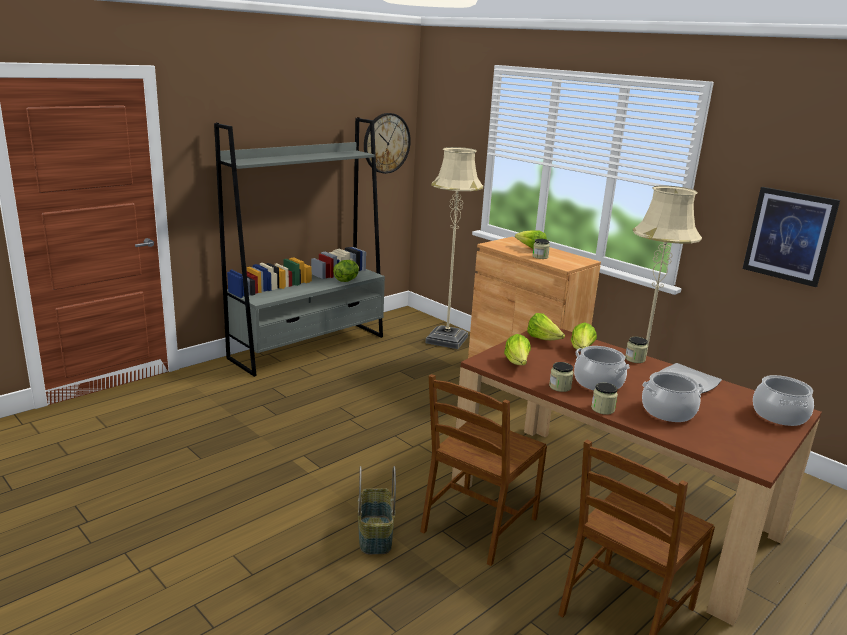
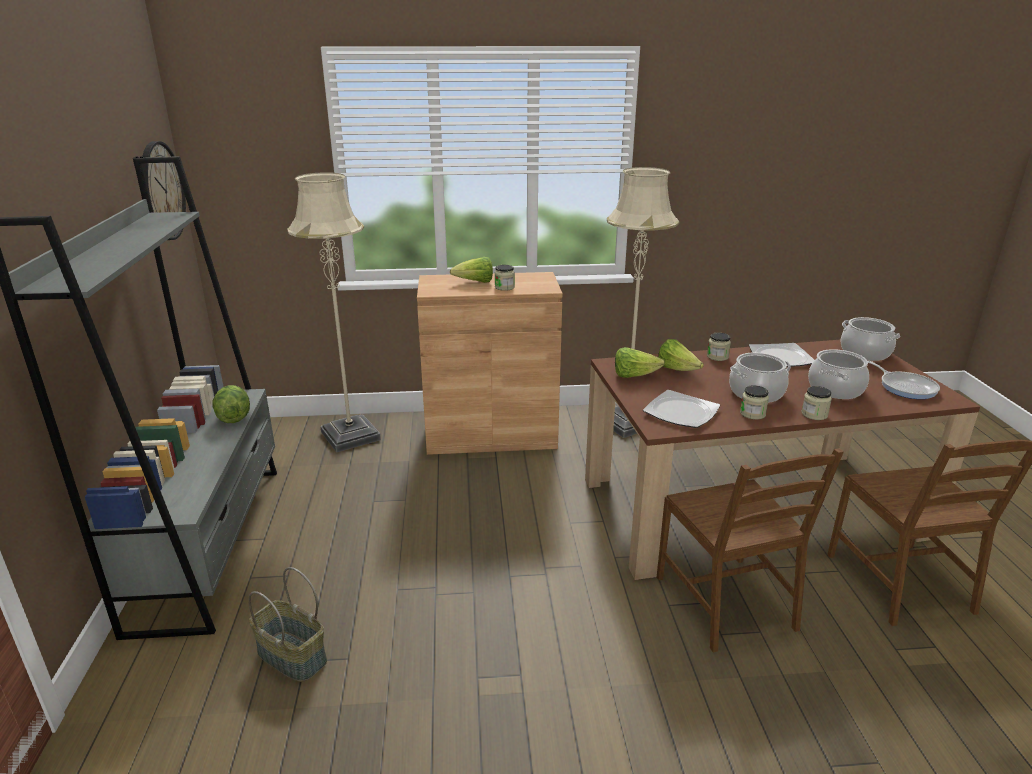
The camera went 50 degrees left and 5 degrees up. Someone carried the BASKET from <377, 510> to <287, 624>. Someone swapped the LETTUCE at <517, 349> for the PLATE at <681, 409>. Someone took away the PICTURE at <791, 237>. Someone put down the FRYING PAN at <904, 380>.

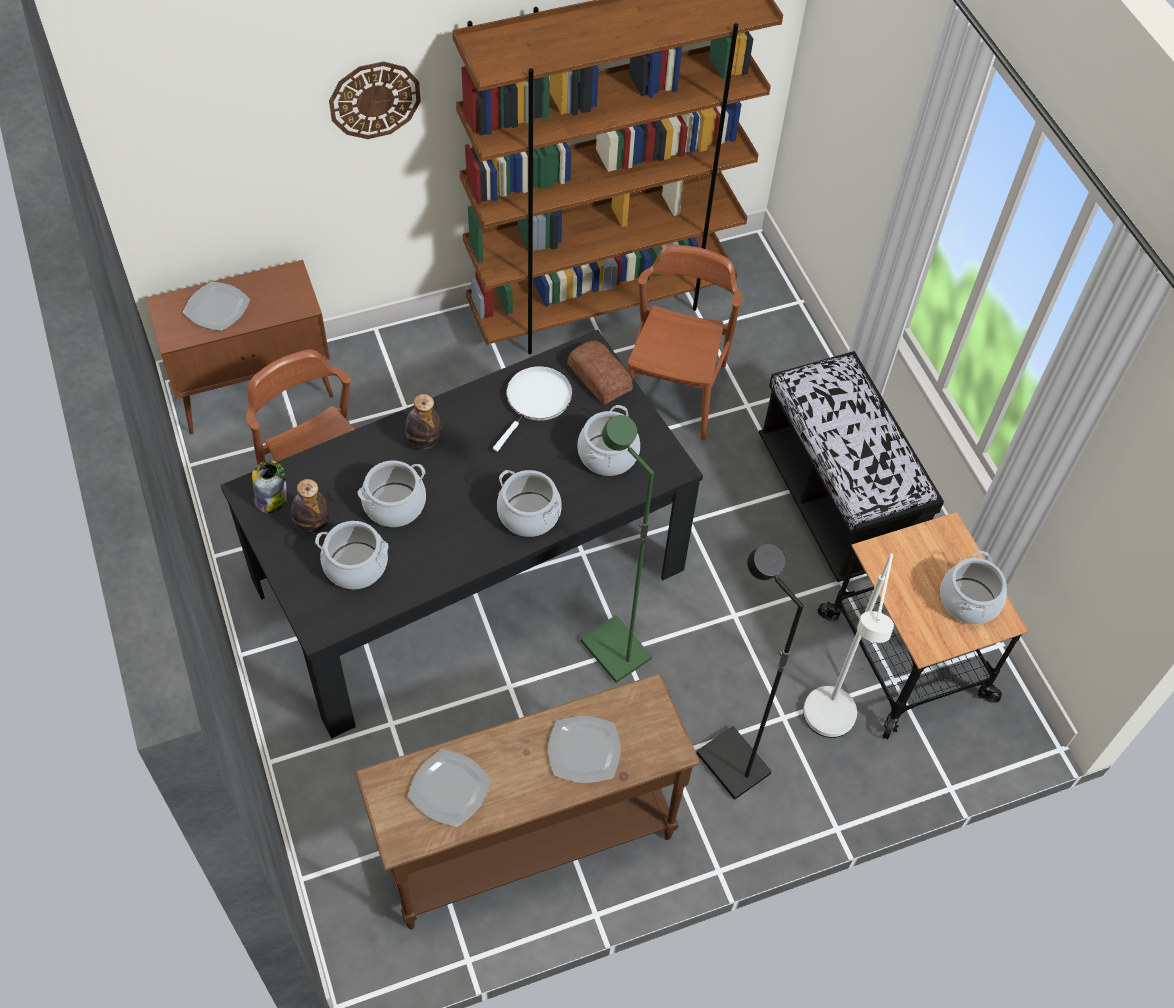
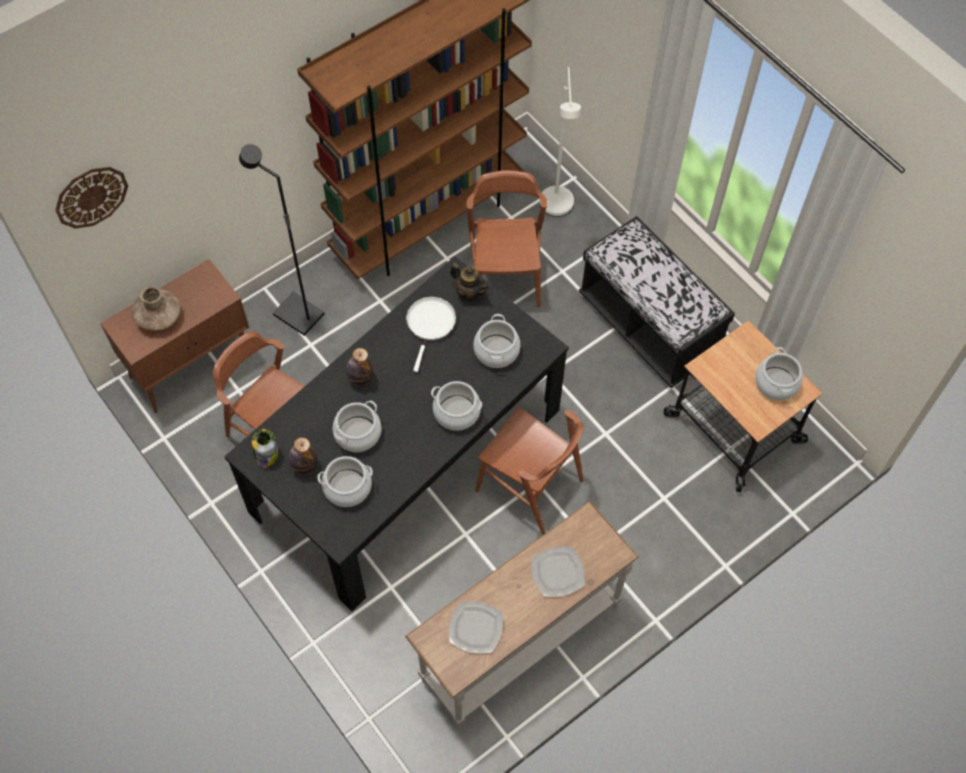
The camera went 15 degrees left and 5 degrees up. Someone swapped the PLATE at <216, 306> for the BROWN VASE at <156, 308>. Someone carried the WALL CLOCK from <375, 100> to <91, 198>. Someone repainted the BROWN CONSOLE TABLE at <528, 801>, which became the WHITE CONSOLE TABLE at <521, 615>. Someone swapped the BREAD at <600, 372> for the TEAPOT at <469, 282>. Someone swapped the GREEN FLOOR LAMP at <617, 549> for the BROWN CHAIR at <529, 471>. Someone carried the BLACK FLOOR LAMP from <750, 671> to <281, 240>. Someone carried the WHITE FLOOR LAMP from <848, 645> to <560, 142>.

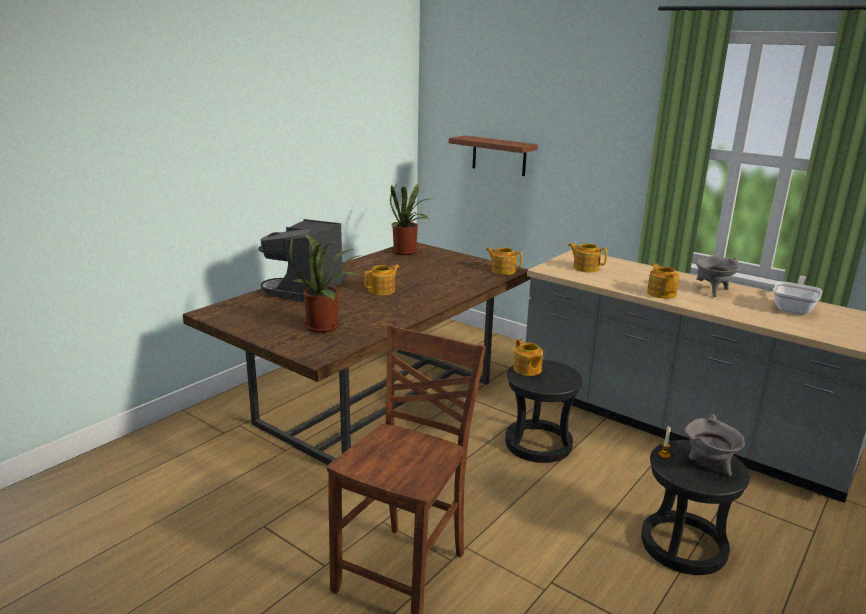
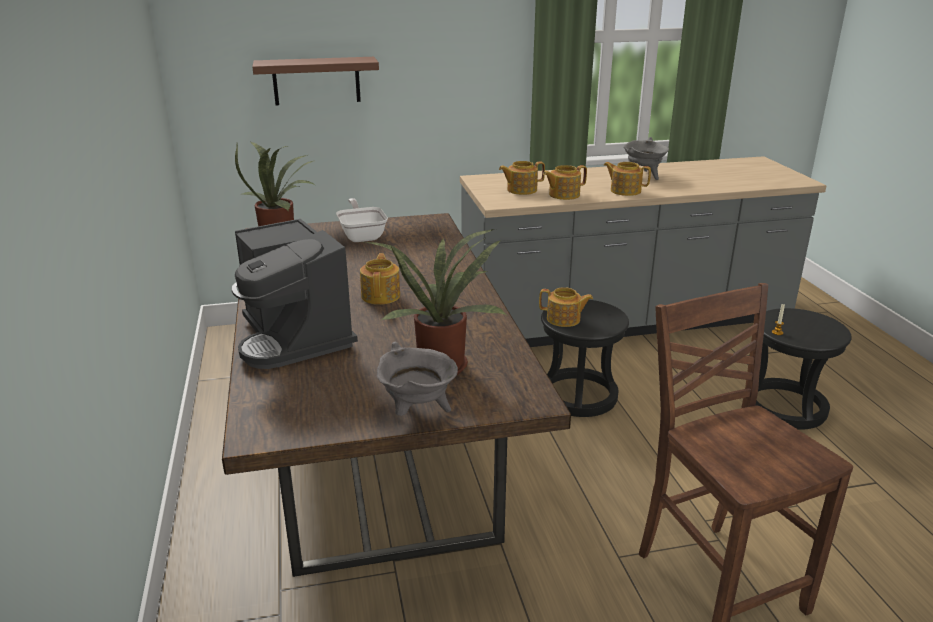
The camera went 50 degrees left and 5 degrees up. Someone carried the TEAPOT from <504, 261> to <565, 182>. Someone carried the GREY COOKING POT from <714, 445> to <417, 379>. Someone carried the FRYING PAN from <797, 295> to <362, 220>.

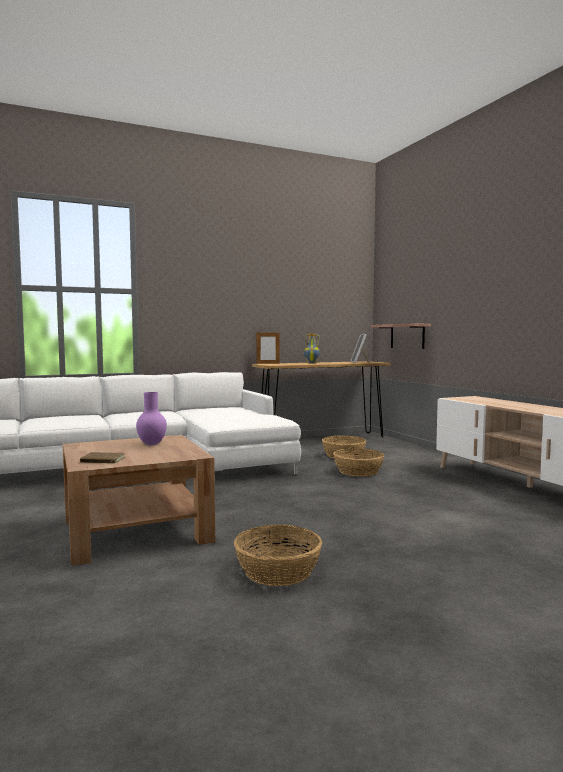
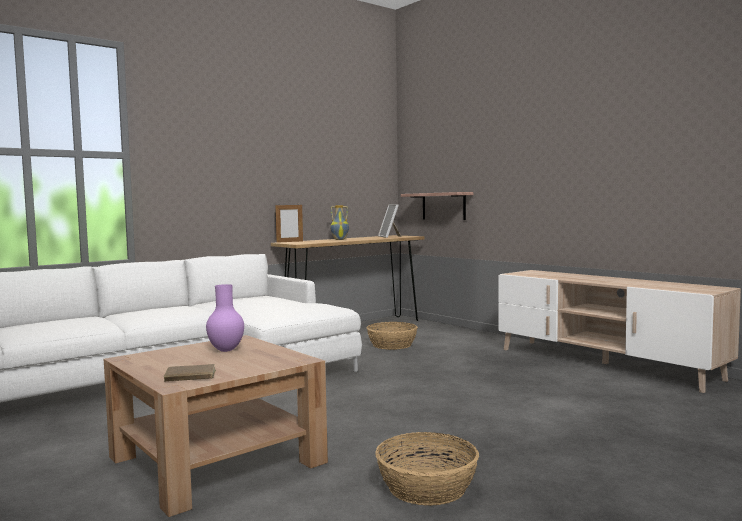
The camera went 15 degrees left and 0 degrees up. Someone took away the BASKET at <358, 462>.

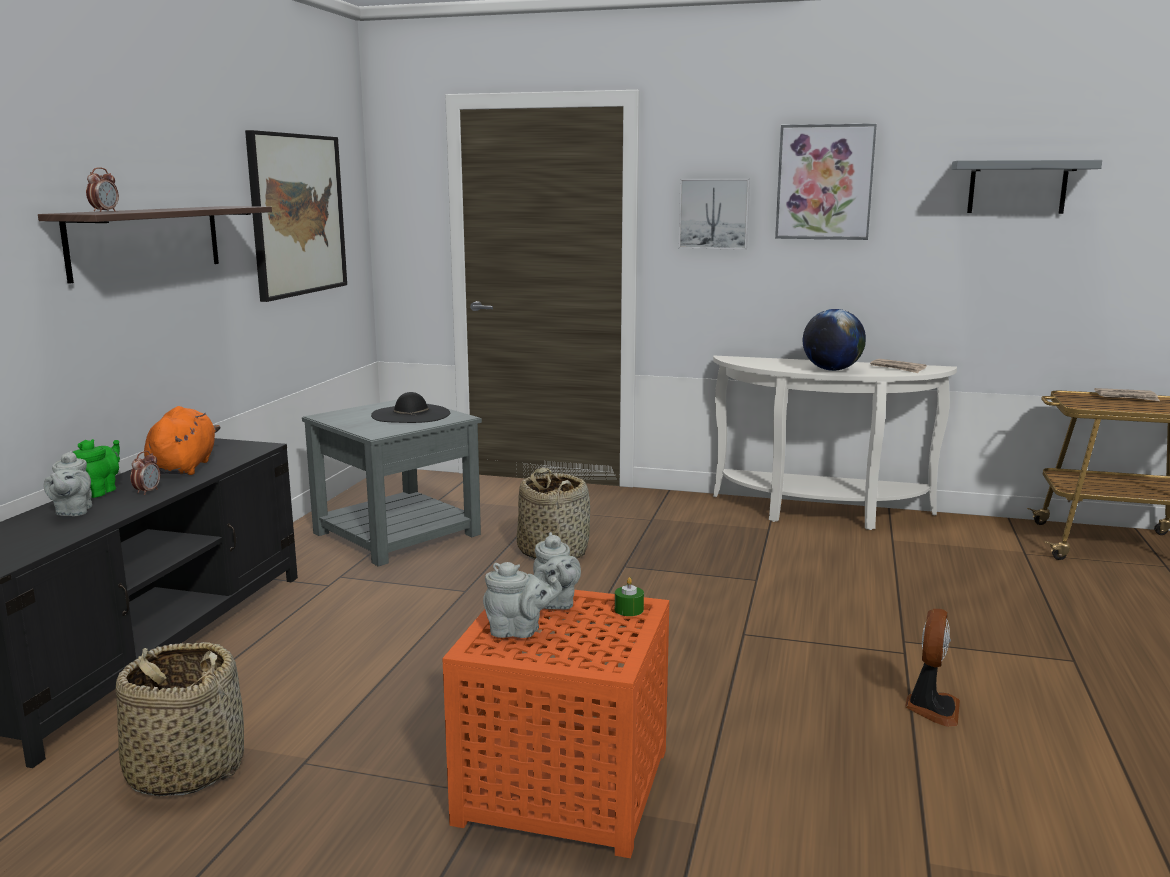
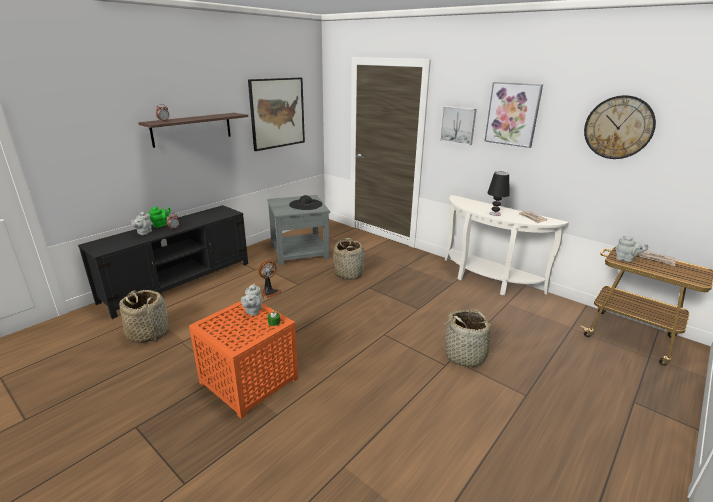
The camera went 25 degrees right and 10 degrees up. Someone took away the ORANGE PLUSH TOY at <182, 440>. Someone carried the GREY TEAPOT from <522, 600> to <632, 249>. Someone swapped the GLOBE at <834, 340> for the BLACK TABLE LAMP at <498, 194>. Someone carried the FAN from <932, 668> to <269, 279>. Someone swapped the GREY SHELF at <1027, 187> for the WALL CLOCK at <620, 127>. Someone put down the BASKET at <470, 338>.

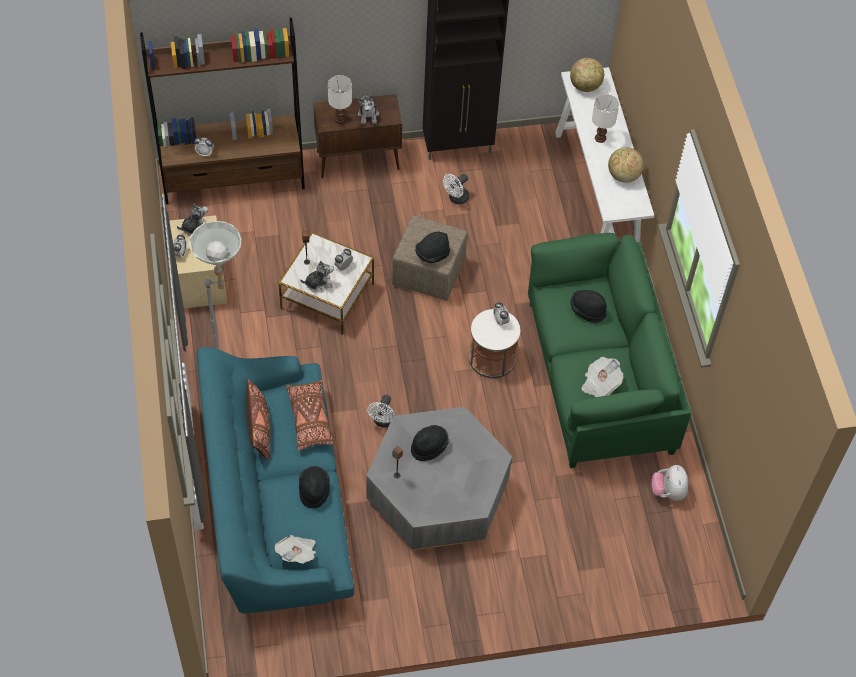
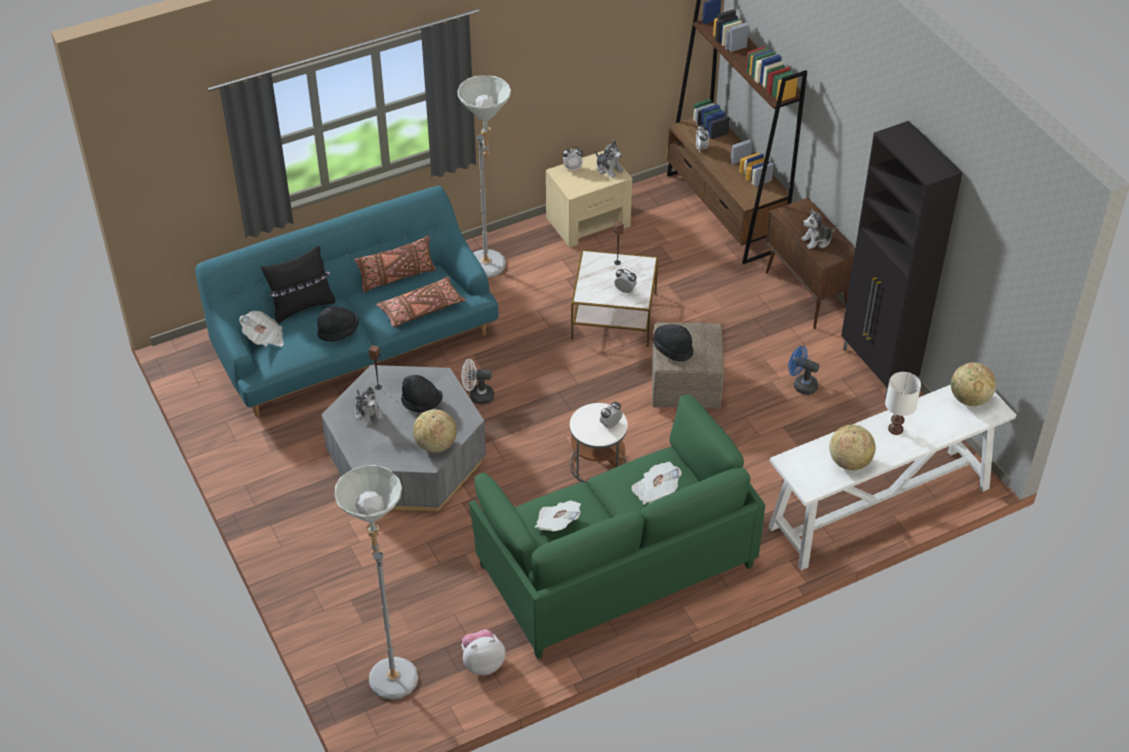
The camera went 75 degrees right and 10 degrees down. Someone carried the PLUSH TOY from <317, 277> to <369, 406>. Someone took away the WHITE TABLE LAMP at <340, 99>. Someone repainted the WHITE FAN at <456, 189>, which became the BLUE FAN at <803, 370>. Someone swapped the BLACK HAT at <588, 306> for the NEWSPAPER at <656, 483>. Someone put down the BLACK PILLOW at <298, 284>. Someone put down the GREY FLOOR LAMP at <376, 582>. Someone put down the GLOBE at <435, 431>.

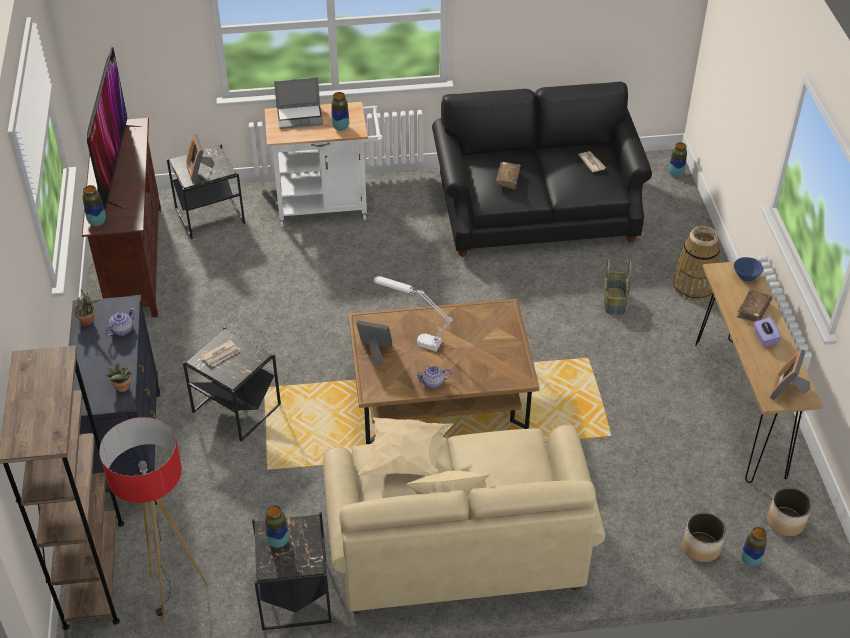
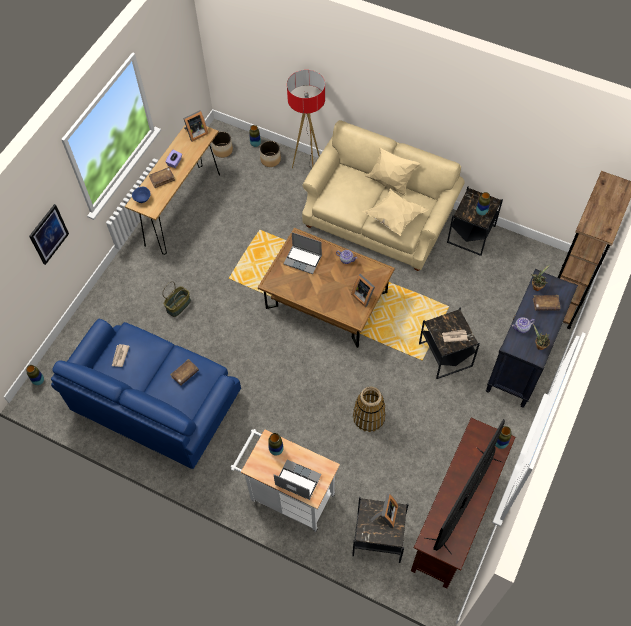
The camera went 145 degrees left and 15 degrees up. Someone carried the FLOOR LAMP from <153, 520> to <306, 119>. Someone took away the WHITE TABLE LAMP at <413, 314>. Someone repainted the BLACK SOFA at <542, 169>, which became the BLUE SOFA at <146, 394>. Someone carried the BASKET from <696, 263> to <369, 409>. Someone put up the PICTURE at <49, 234>. Someone put down the LAPTOP at <303, 253>. Someone put down the BROWN BOOK at <546, 303>.

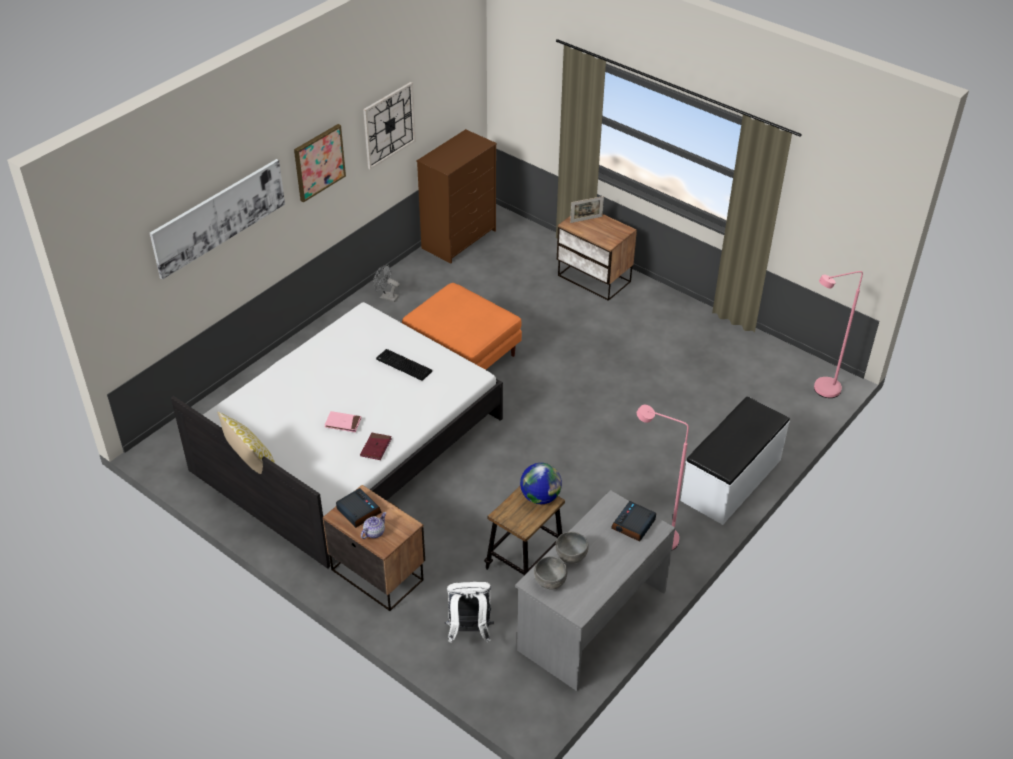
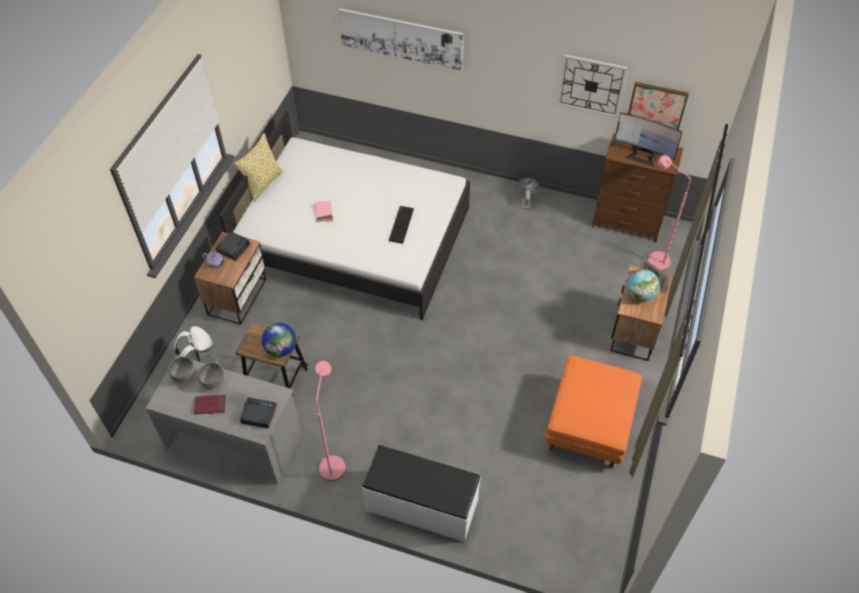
The camera went 70 degrees right and 10 degrees up. Someone carried the PICTURE from <320, 163> to <658, 106>. Someone carried the RED BOOK from <376, 446> to <210, 404>. Someone carried the ORANGE OTTOMAN from <462, 326> to <593, 411>. Someone carried the PINK FLOOR LAMP from <838, 334> to <669, 213>. Someone put down the MONITOR at <648, 139>. Someone put down the GLOBE at <642, 285>.

